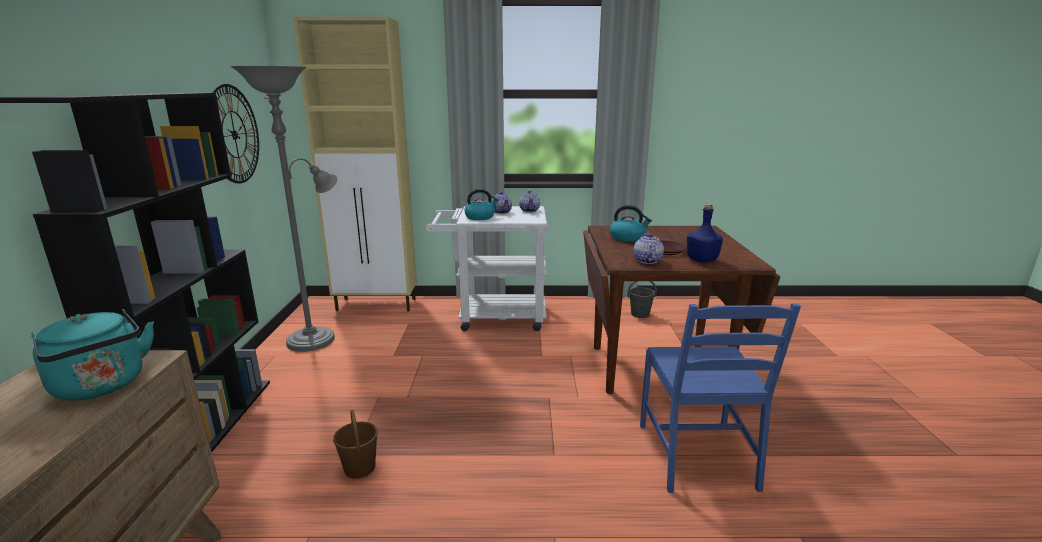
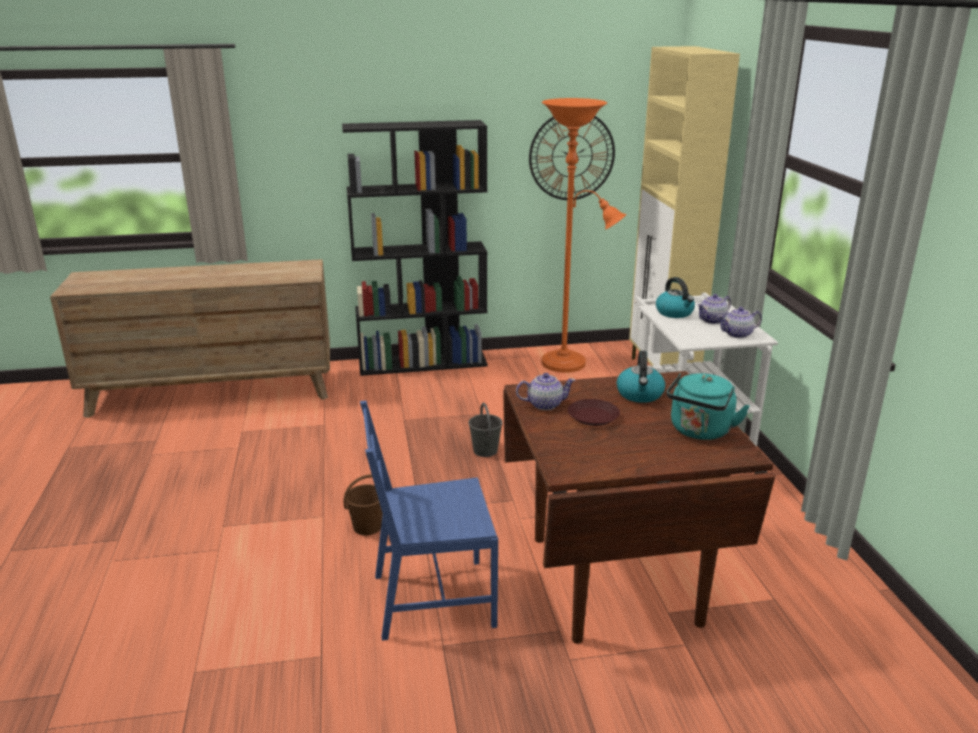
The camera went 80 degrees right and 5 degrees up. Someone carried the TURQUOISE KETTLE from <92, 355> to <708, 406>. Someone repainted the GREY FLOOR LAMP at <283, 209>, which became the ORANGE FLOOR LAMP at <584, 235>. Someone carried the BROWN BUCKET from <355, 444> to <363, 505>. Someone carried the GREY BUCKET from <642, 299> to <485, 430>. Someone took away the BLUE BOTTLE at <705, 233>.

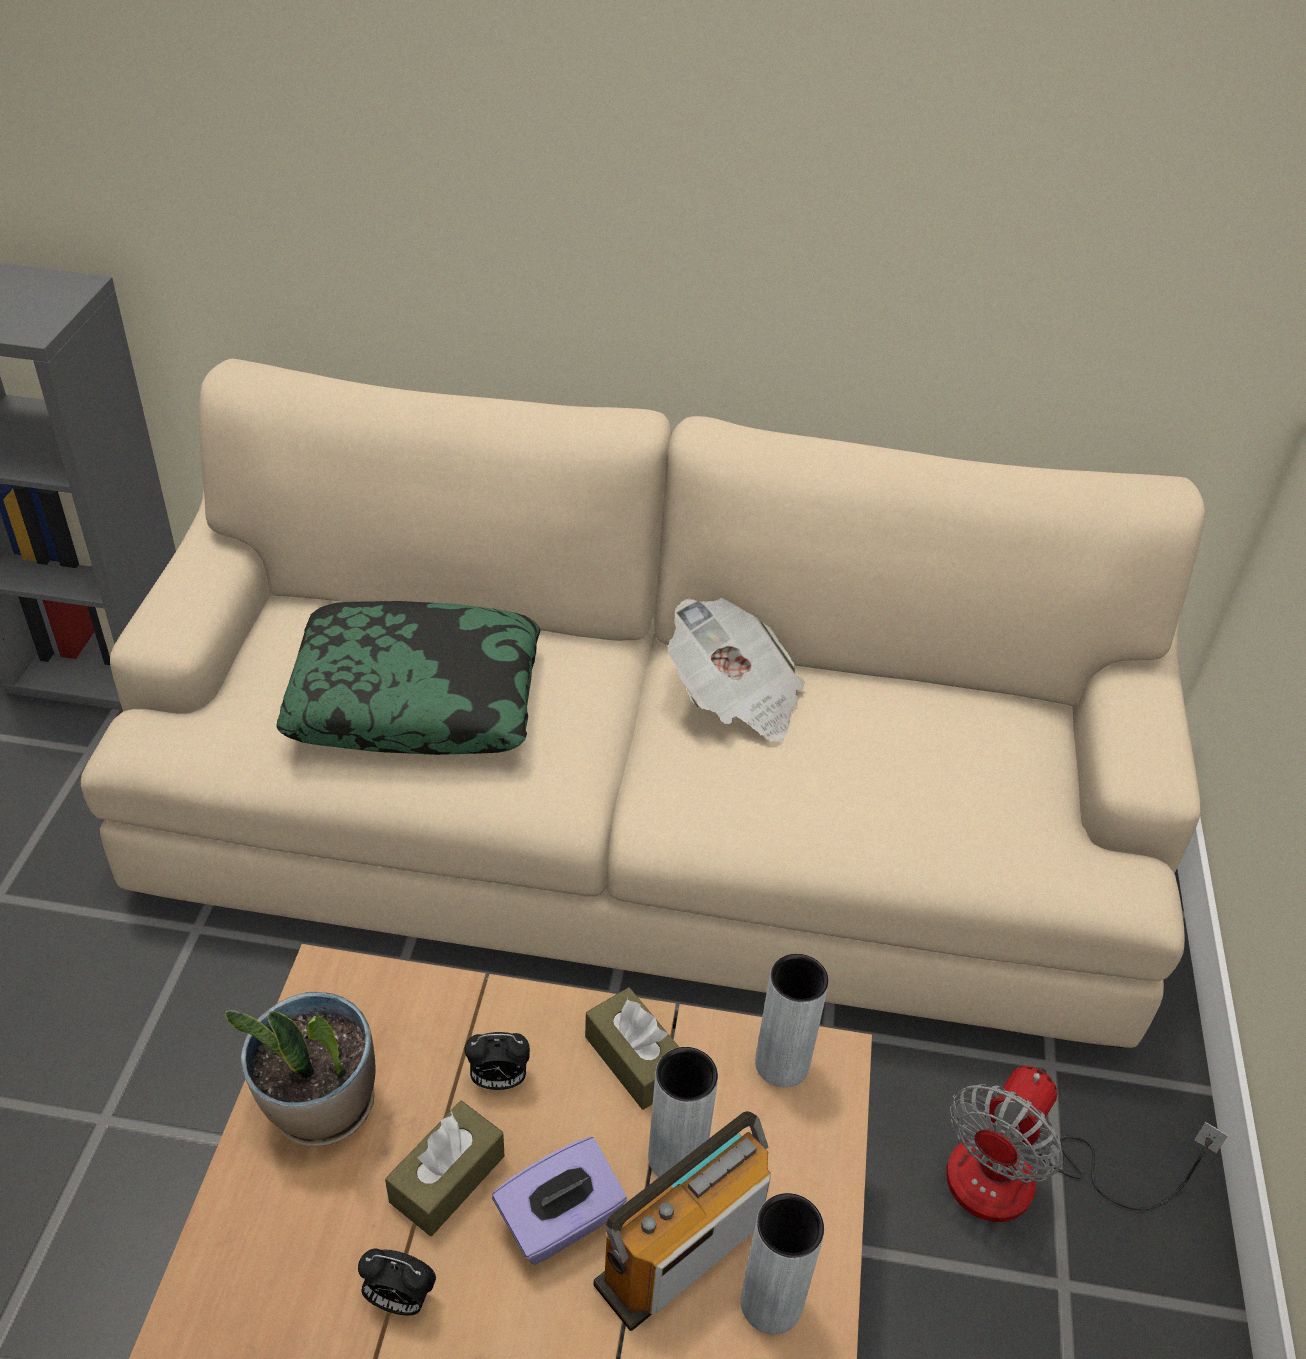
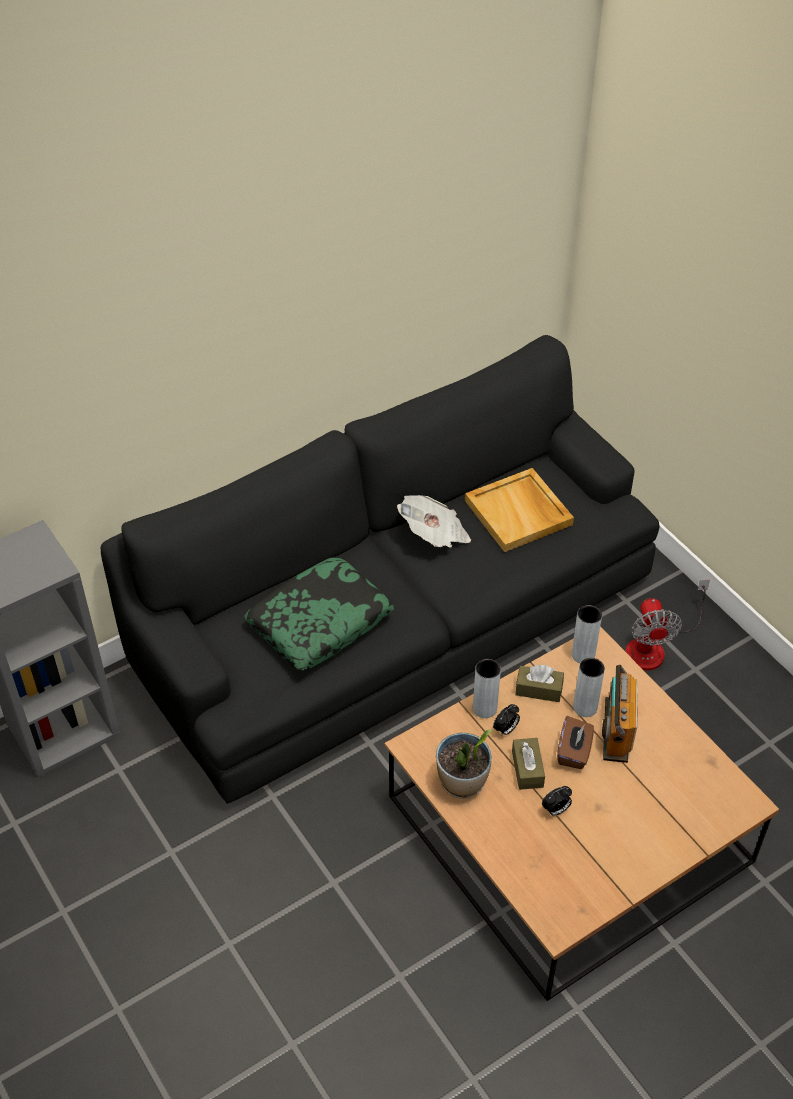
The camera went 40 degrees left and 5 degrees up. Someone repainted the BEIGE SOFA at <643, 703>, which became the BLACK SOFA at <380, 569>. Someone repainted the PURPLE TISSUE BOX at <559, 1201>, which became the BROWN TISSUE BOX at <575, 742>. Someone carried the GREY VASE from <782, 1264> to <487, 688>. Someone put down the BEIGE TRAY at <519, 510>.

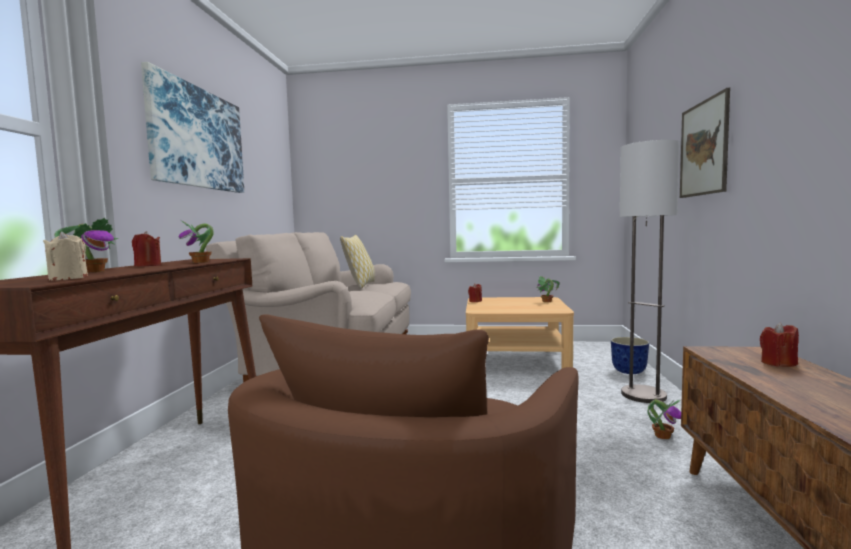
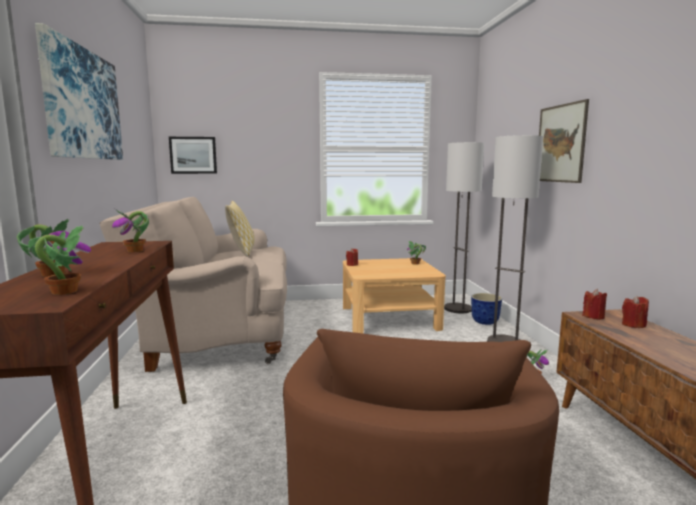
The camera went 15 degrees left and 5 degrees up. Someone swapped the BEIGE CANDLE at <65, 256> for the POTTED PLANT at <59, 260>. Someone carried the RED CANDLE from <146, 248> to <594, 304>. Someone put up the PICTURE at <193, 155>. Someone put down the FLOOR LAMP at <464, 227>.

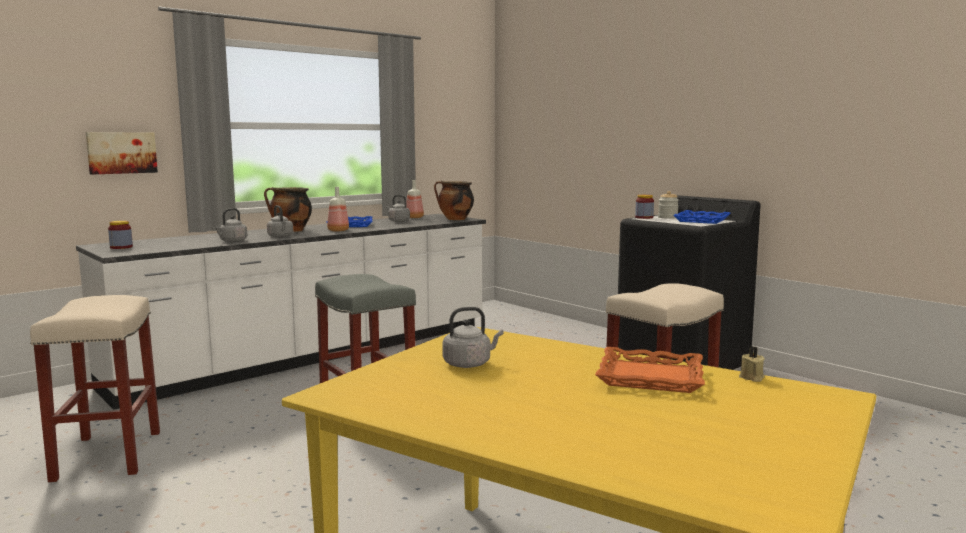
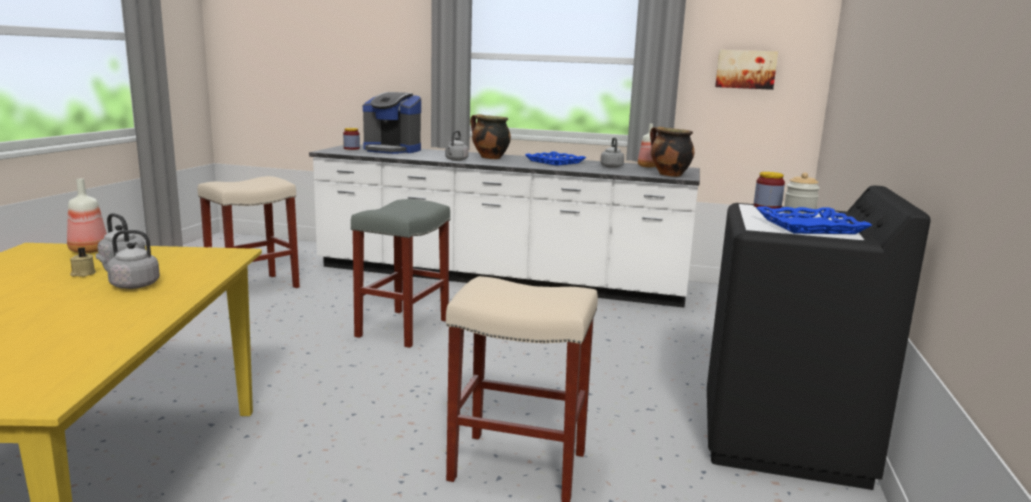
The camera went 55 degrees right and 5 degrees up. Someone carried the PICTURE from <122, 153> to <746, 70>. Someone carried the GREY KETTLE from <230, 225> to <128, 259>. Someone carried the BOTTLE from <338, 209> to <87, 215>. Someone took away the ORANGE TRAY at <650, 370>. Someone carried the BEIGE CANDLE from <752, 364> to <83, 262>. Someone put down the COFFEE MACHINE at <392, 123>.

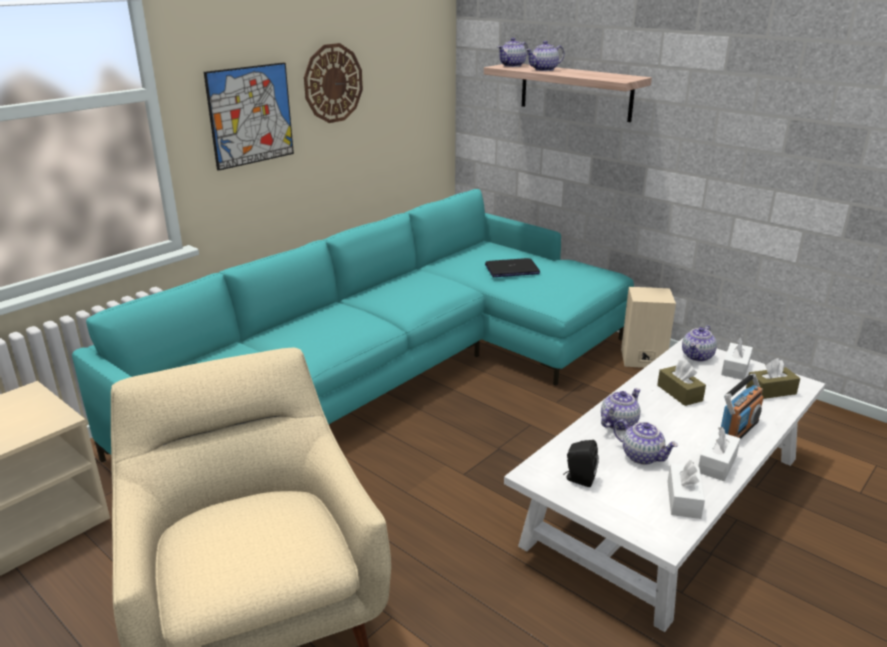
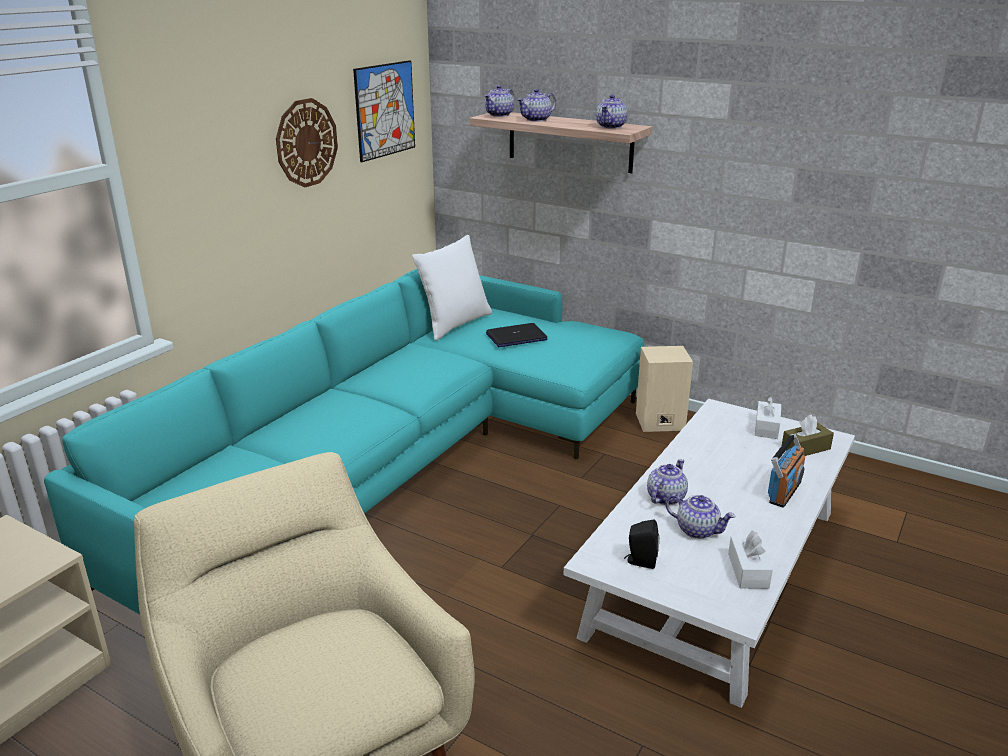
The camera went 10 degrees left and 0 degrees up. Someone carried the PICTURE from <249, 116> to <384, 111>. Someone took away the BROWN TISSUE BOX at <681, 383>. Someone carried the TEAPOT from <699, 343> to <611, 112>. Someone took away the WHITE TISSUE BOX at <719, 454>. Someone put down the WHITE PILLOW at <452, 288>.

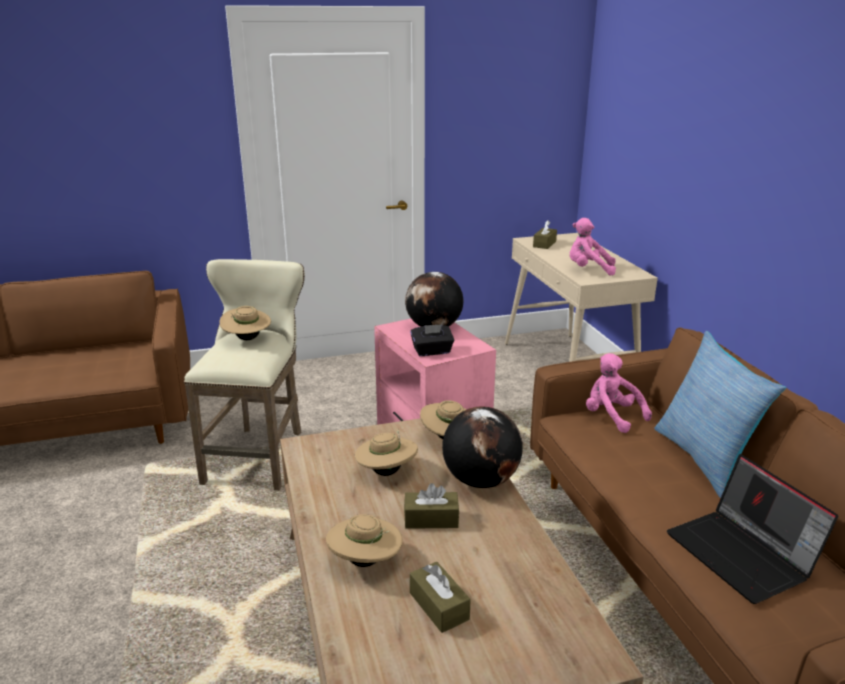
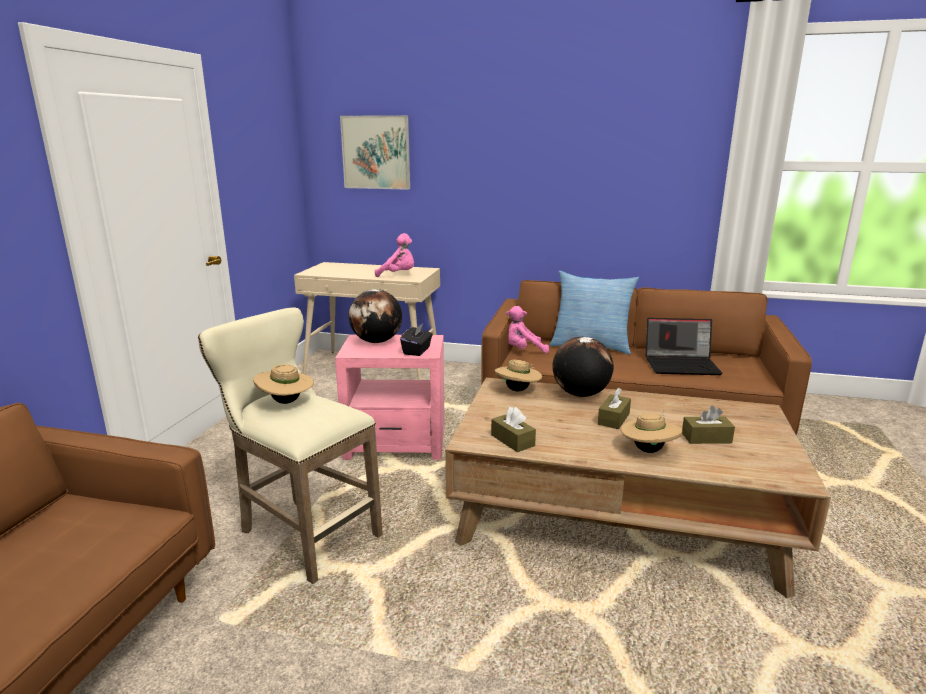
The camera went 60 degrees left and 5 degrees down. Someone took away the BEIGE HAT at <386, 452>. Someone carried the BROWN TISSUE BOX from <545, 234> to <513, 429>. Someone rotated the PINK PLUSH TOY at <593, 247> by 120 degrees counterclockwise. Someone put up the PICTURE at <375, 152>.

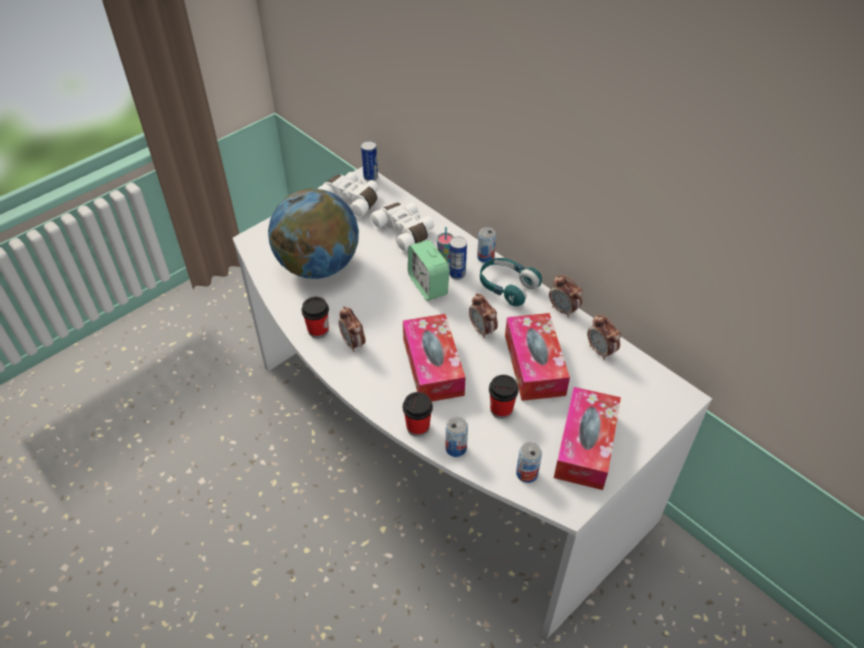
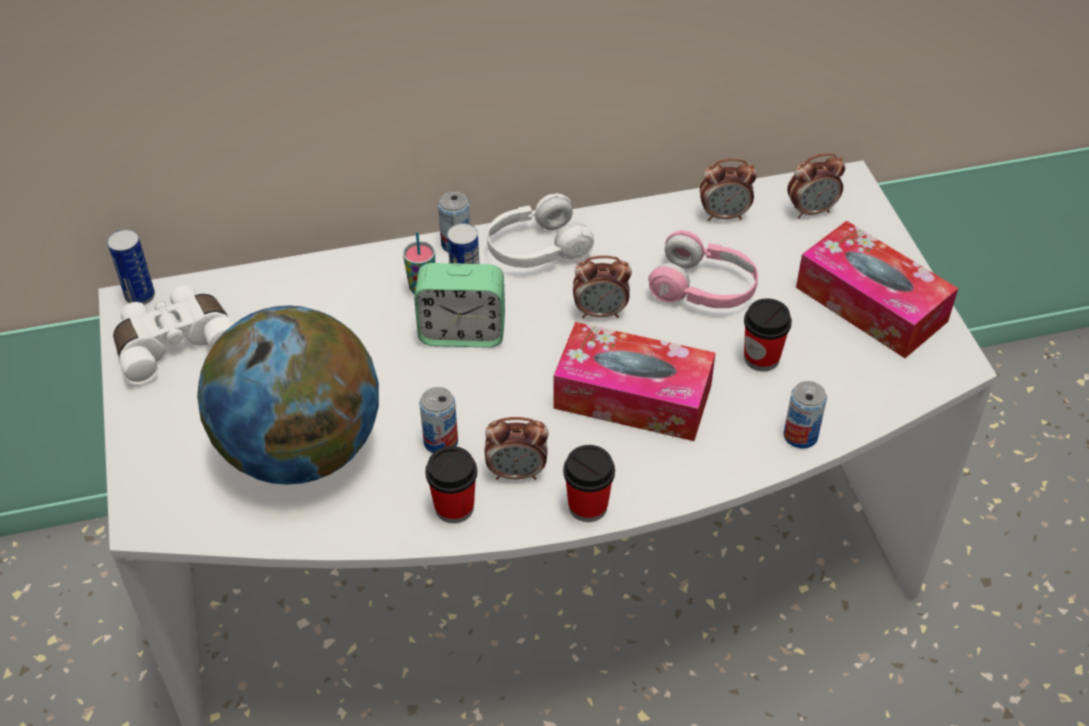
The camera went 60 degrees left and 0 degrees up. Someone took away the WHITE BINOCULARS at <402, 227>. Someone carried the CUP from <418, 414> to <589, 483>. Someone repainted the TURQUOISE HEADPHONES at <511, 282>, which became the WHITE HEADPHONES at <540, 230>. Someone swapped the TISSUE BOX at <537, 357> for the PINK HEADPHONES at <703, 269>. Someone carried the CAN from <529, 462> to <438, 420>. Someone carried the ALARM CLOCK from <566, 296> to <816, 185>.

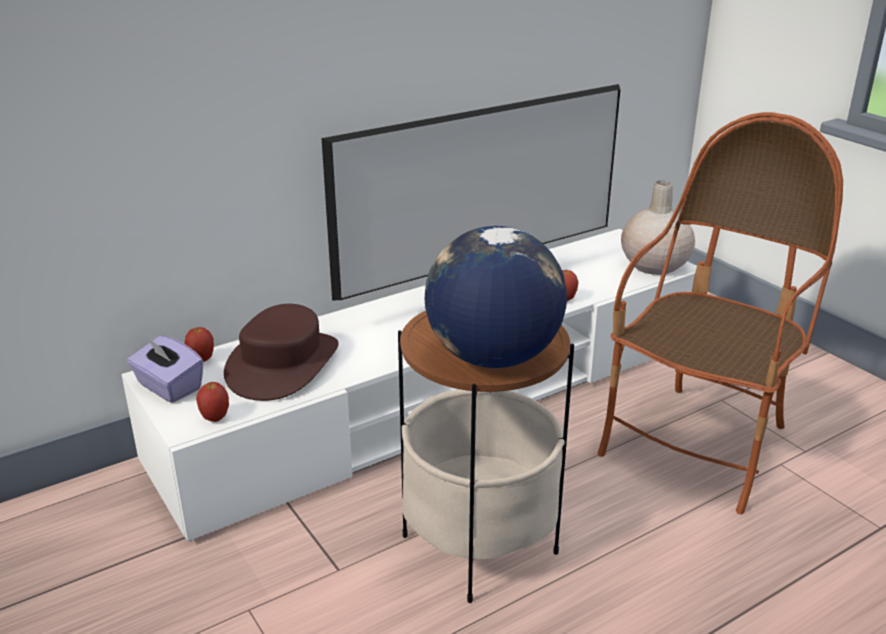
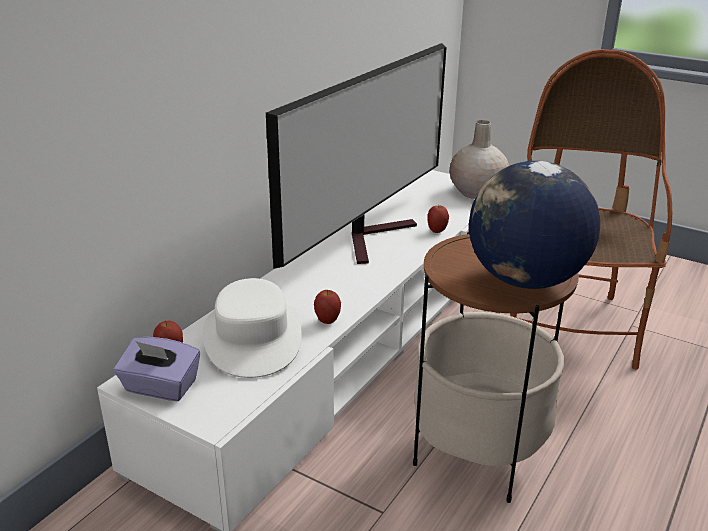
The camera went 25 degrees left and 0 degrees up. Someone carried the APPLE from <212, 402> to <327, 307>. Someone repainted the BROWN HAT at <281, 352>, which became the WHITE HAT at <252, 328>.

